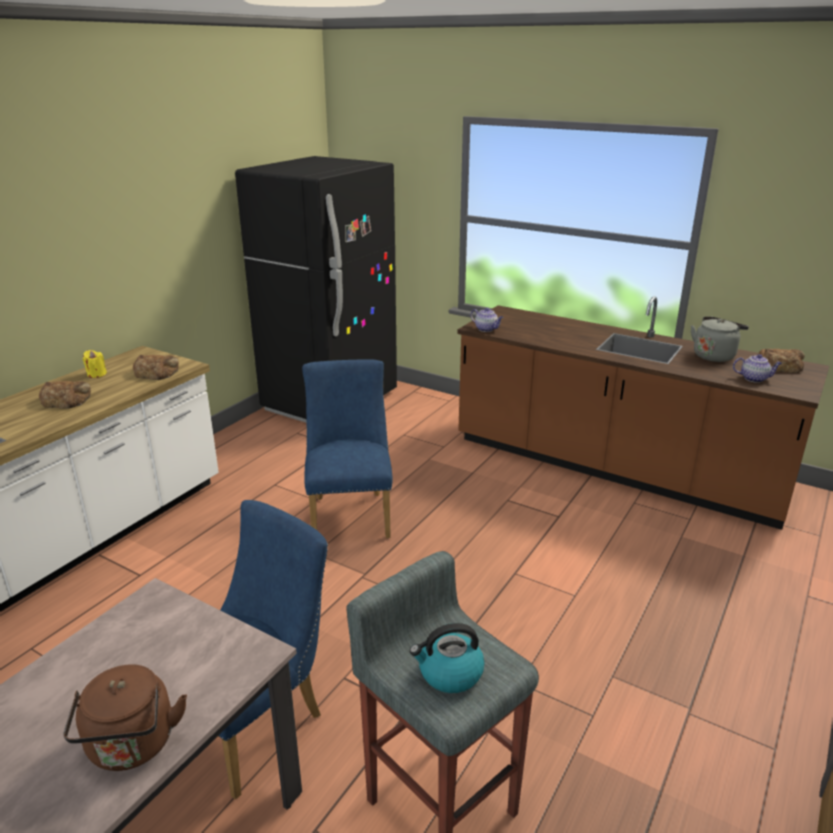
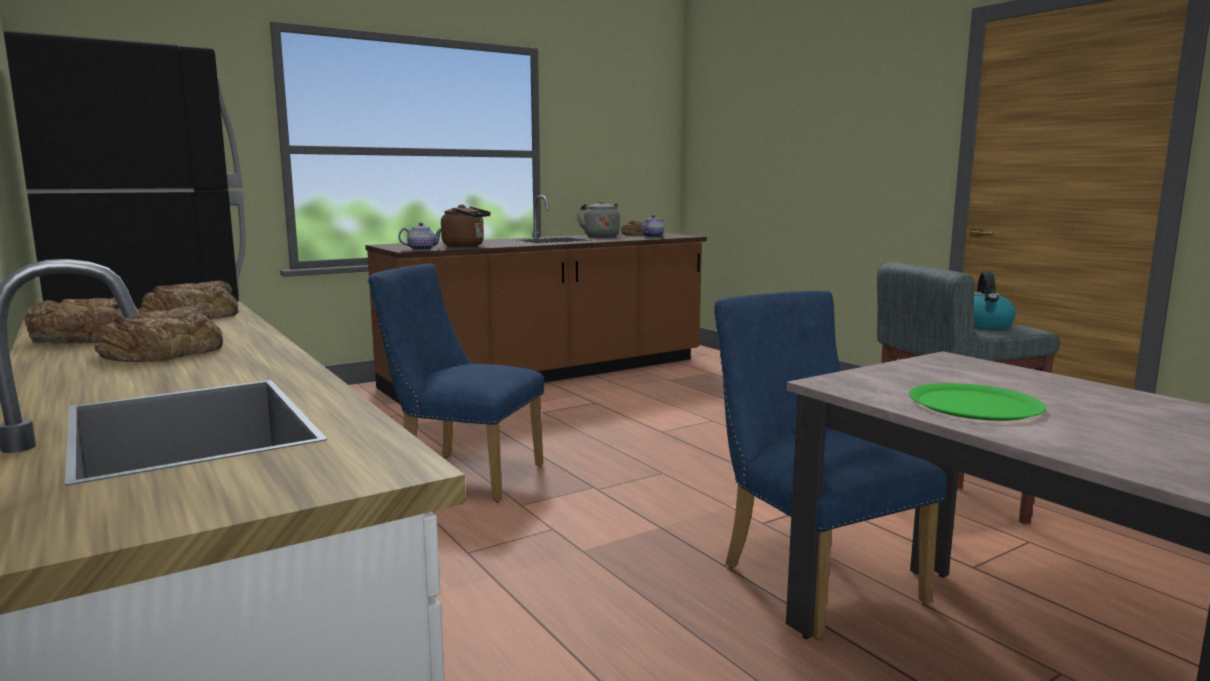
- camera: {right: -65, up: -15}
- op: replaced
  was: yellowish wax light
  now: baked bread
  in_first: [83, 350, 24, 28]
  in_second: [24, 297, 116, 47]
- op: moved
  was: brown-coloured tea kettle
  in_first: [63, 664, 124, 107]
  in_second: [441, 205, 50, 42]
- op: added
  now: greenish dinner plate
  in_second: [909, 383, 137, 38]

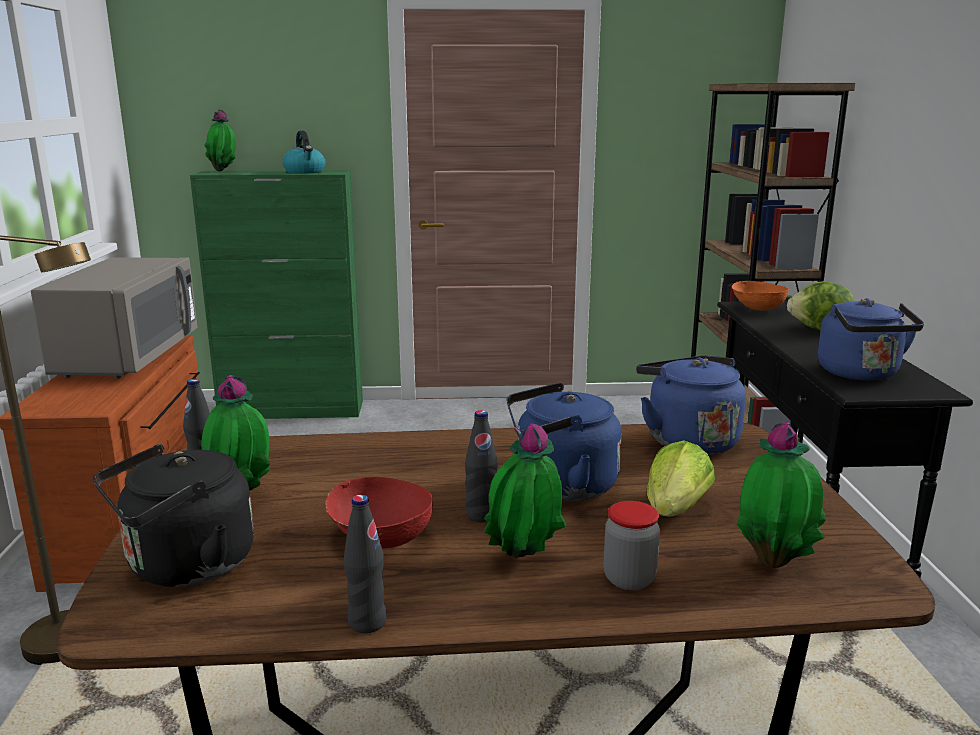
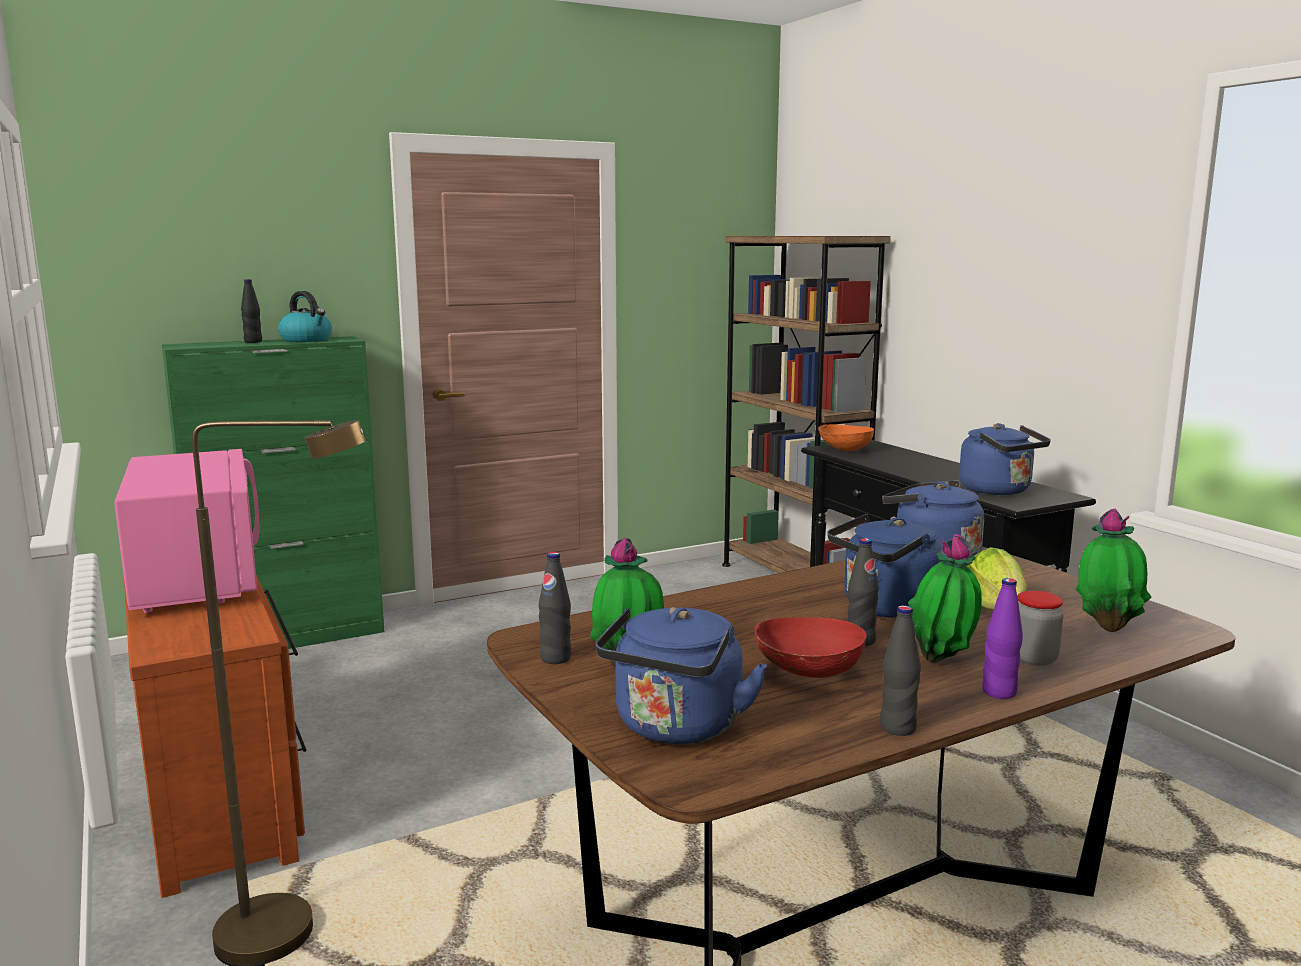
- camera: {right: -25, up: -5}
- op: removed
  was: potted plant
  in_first: [204, 109, 32, 62]
- op: recoloured
  was: grey kitchen microwave
  now: pink-coloured kitchen microwave
  in_first: [31, 257, 167, 122]
  in_second: [114, 449, 145, 164]
- op: removed
  was: head of lettuce
  in_first: [787, 282, 67, 48]
- op: recoloured
  was: black-coloured tea kettle
  now: blue tea kettle
  in_first: [93, 444, 161, 143]
  in_second: [595, 607, 173, 137]
- op: added
  now: black-coloured drink bottle
  in_second: [241, 279, 21, 64]
- op: added
  now: purplish drink bottle
  in_second: [982, 578, 41, 121]

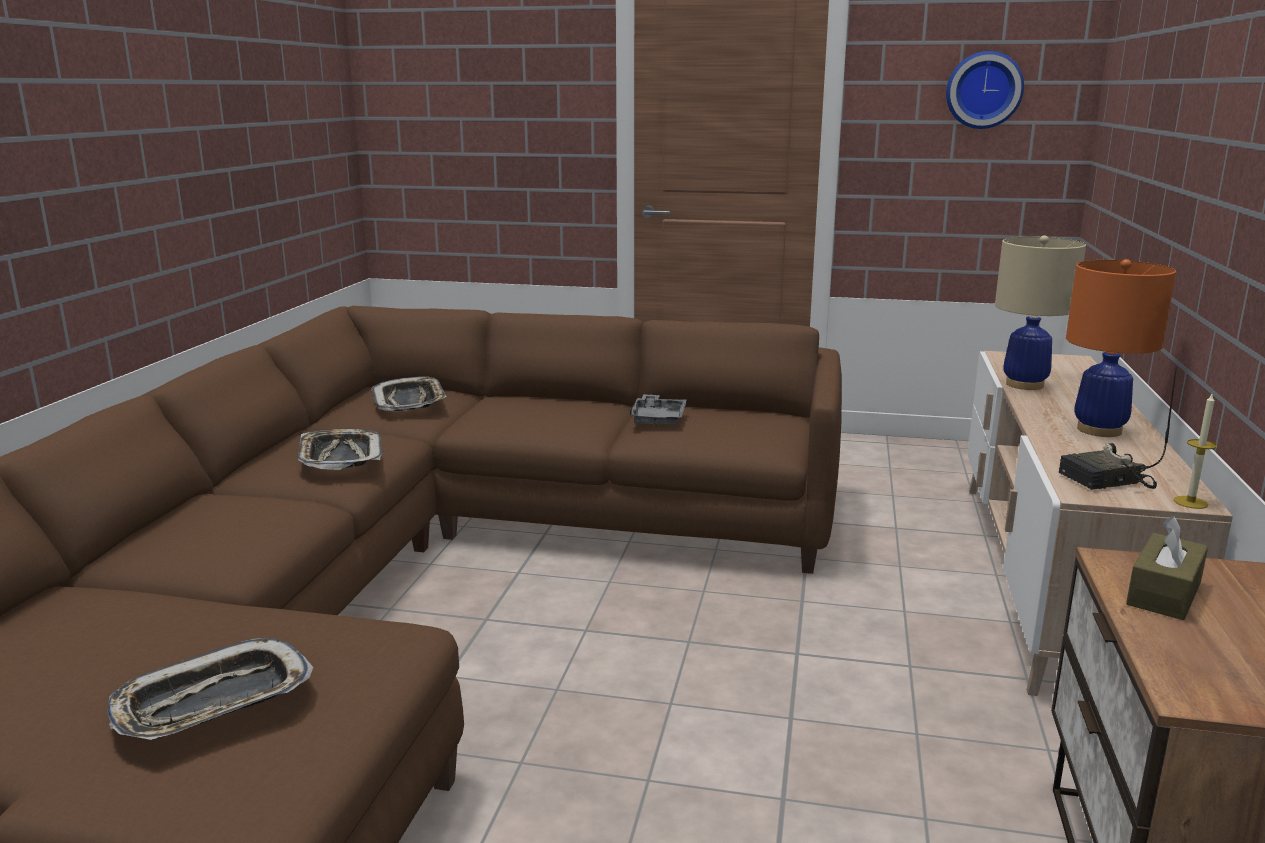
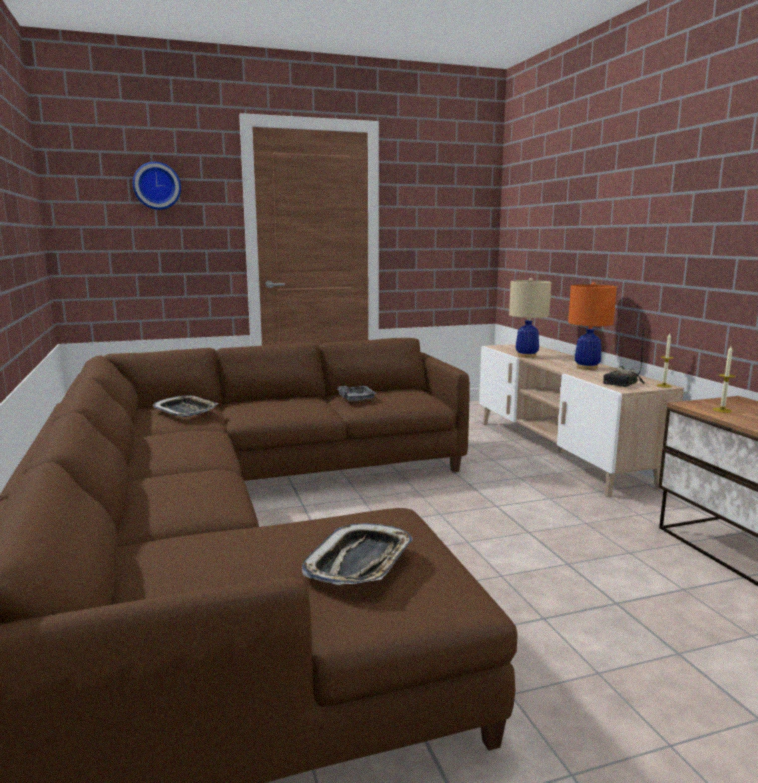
- camera: {right: -30, up: -5}
- op: moved
  was: hanging clock
  in_first: [946, 51, 78, 78]
  in_second: [133, 162, 48, 48]
- op: removed
  was: carrying tray
  in_first: [298, 429, 84, 41]
- op: replaced
  was: brown-coloured box of tissues
  now: wax light
  in_first: [1126, 516, 82, 104]
  in_second: [713, 346, 23, 67]

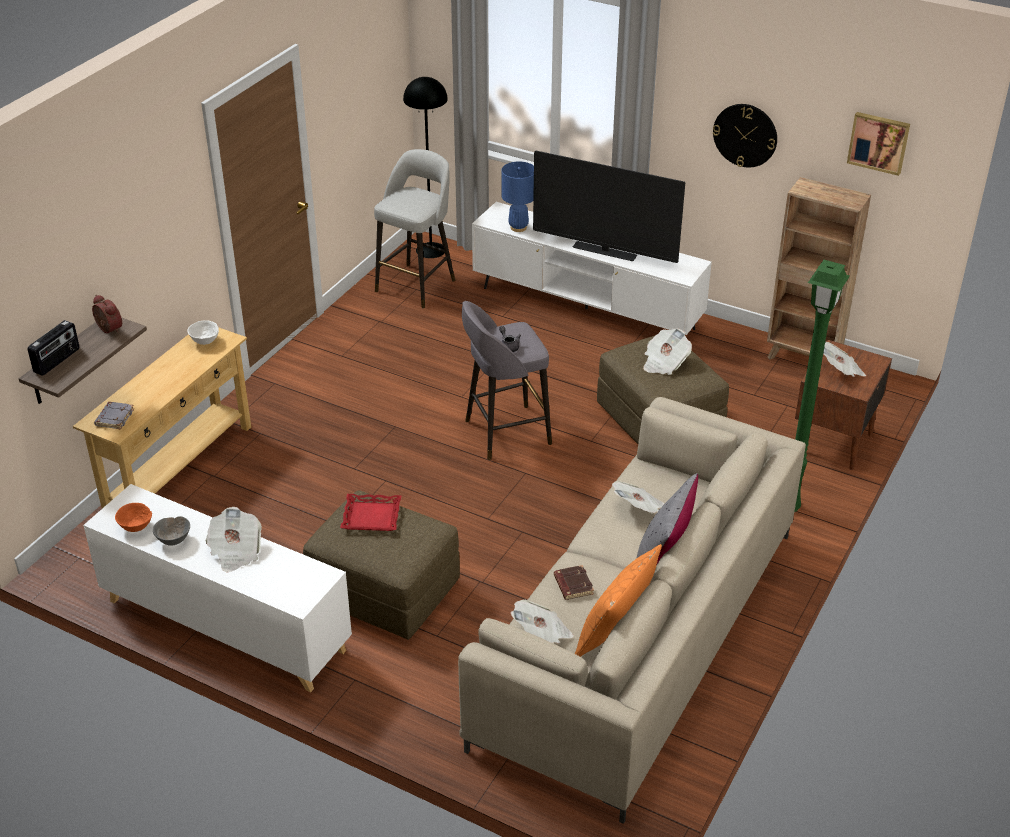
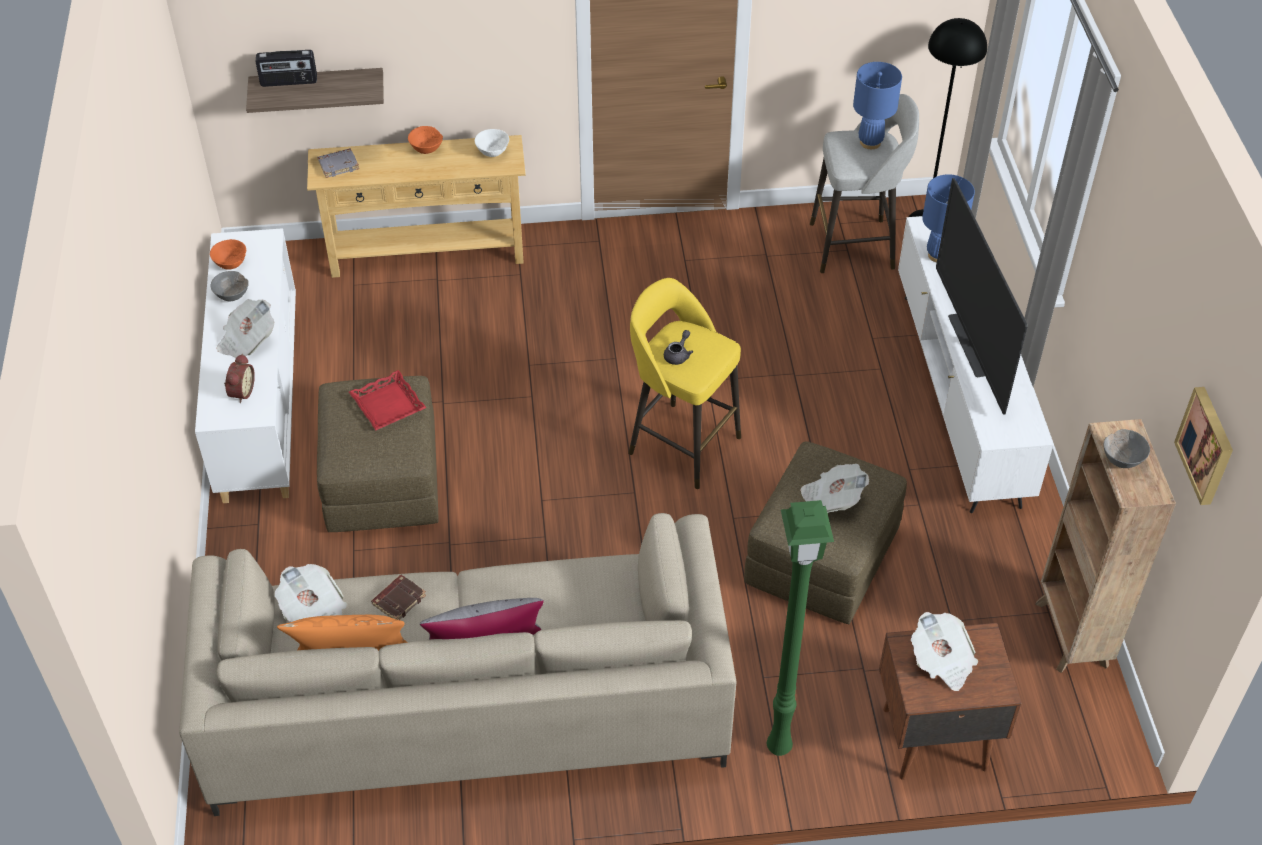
- camera: {right: 55, up: 10}
- op: removed
  was: hanging clock
  in_first: [713, 104, 64, 63]
- op: moved
  was: table clock
  in_first: [92, 295, 30, 38]
  in_second: [224, 354, 31, 49]
- op: recoloured
  was: grey sitting stool
  now: yellowish sitting stool
  in_first: [462, 301, 90, 159]
  in_second: [628, 278, 113, 211]
- op: removed
  was: newspaper
  in_first: [612, 481, 53, 33]
- op: added
  now: blue table lamp
  in_second: [853, 62, 49, 87]
- op: added
  now: orangey serving bowl
  in_second: [408, 126, 35, 28]
- op: added
  now: grey serving bowl
  in_second: [1103, 429, 47, 39]

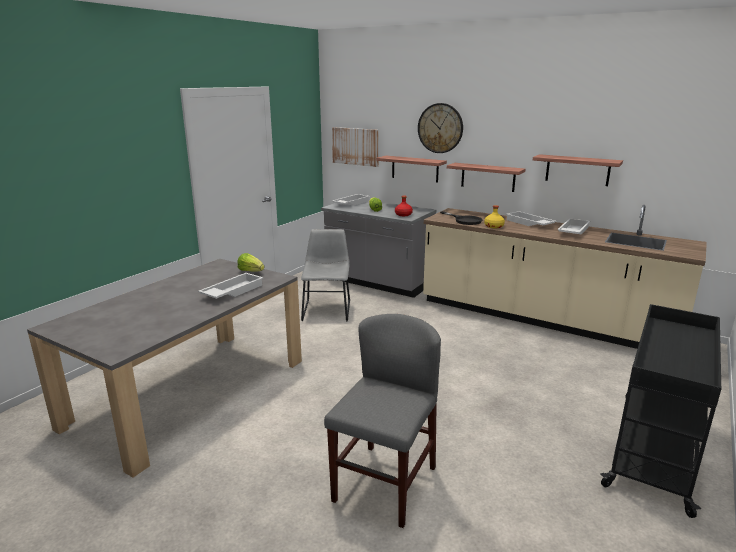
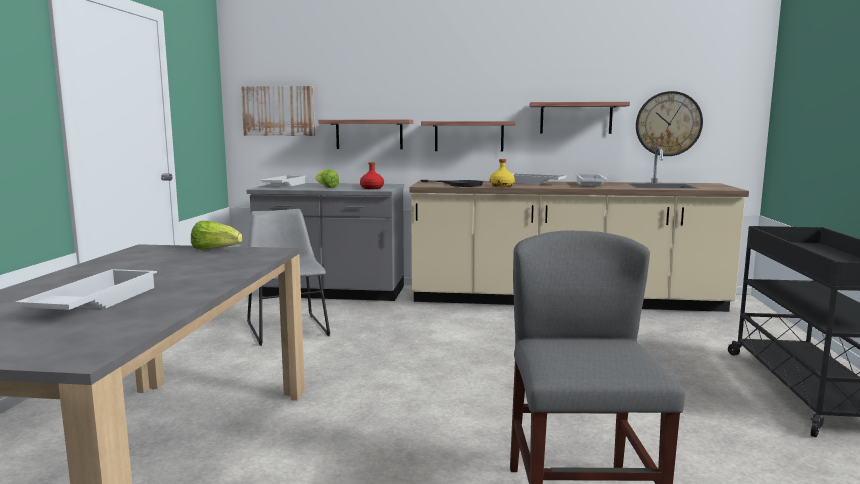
- camera: {right: -25, up: -10}
- op: moved
  was: hanging clock
  in_first: [418, 103, 45, 50]
  in_second: [636, 91, 67, 65]
- op: moved
  was: white carrying tray
  in_first: [198, 273, 65, 26]
  in_second: [15, 269, 142, 41]

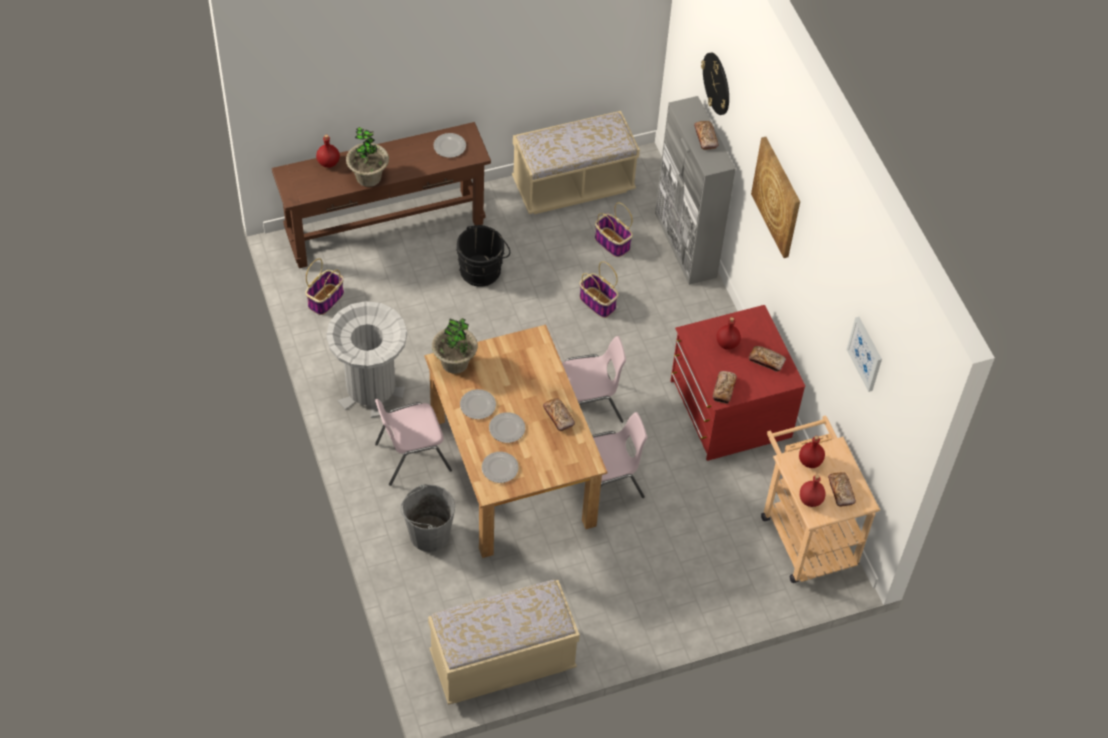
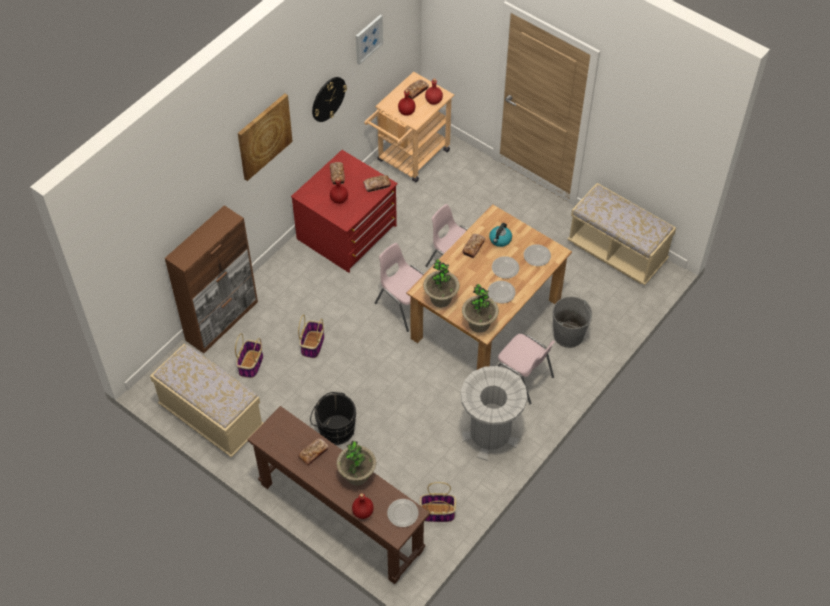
- camera: {right: -120, up: 0}
- op: moved
  was: hanging clock
  in_first: [701, 53, 28, 62]
  in_second: [312, 77, 35, 45]
- op: recoloured
  was: grey cabinet
  now: brown-coloured cabinet
  in_first: [655, 96, 81, 189]
  in_second: [165, 205, 93, 148]
- op: moved
  was: baked bread
  in_first: [694, 121, 25, 29]
  in_second: [298, 438, 31, 28]
- op: moved
  was: dinner plate
  in_first: [433, 133, 33, 25]
  in_second: [387, 499, 31, 28]
- op: added
  now: tea kettle
  in_second: [489, 223, 23, 24]
- op: added
  now: potted plant
  in_second: [423, 259, 37, 48]

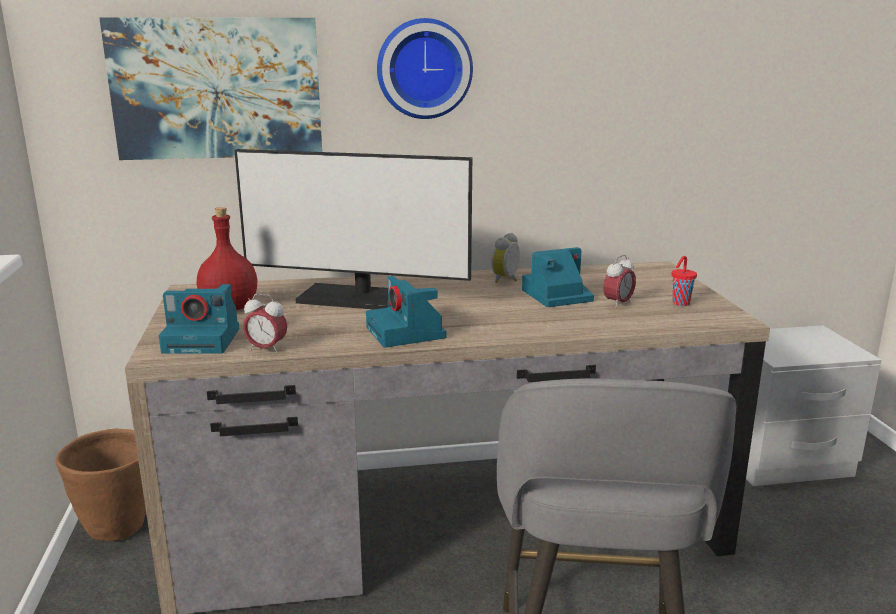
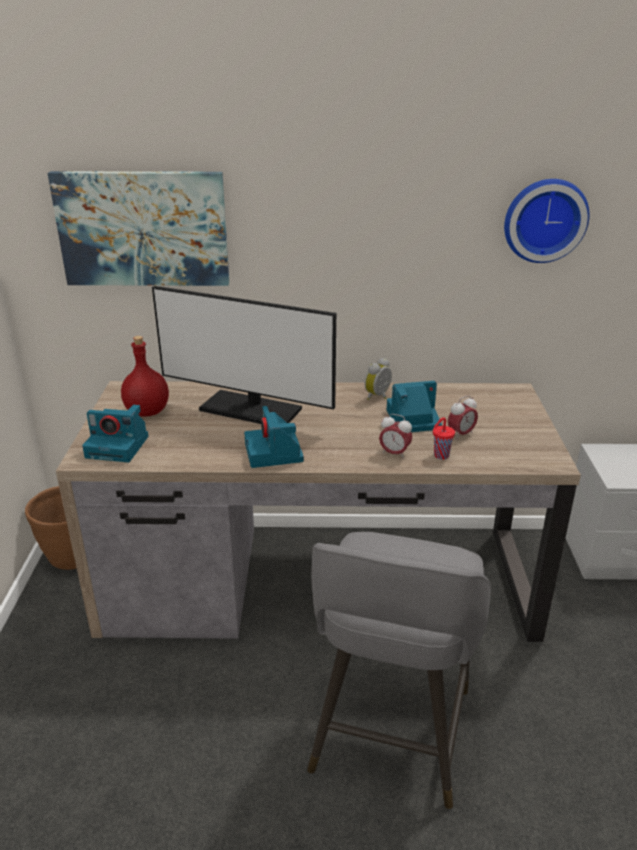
- camera: {right: 10, up: 10}
- op: moved
  was: hanging clock
  in_first: [377, 18, 96, 101]
  in_second: [504, 179, 86, 84]
- op: moved
  was: red drinking cup
  in_first: [672, 256, 25, 50]
  in_second: [433, 417, 22, 43]
- op: moved
  was: table clock
  in_first: [243, 294, 44, 60]
  in_second: [379, 414, 33, 45]

